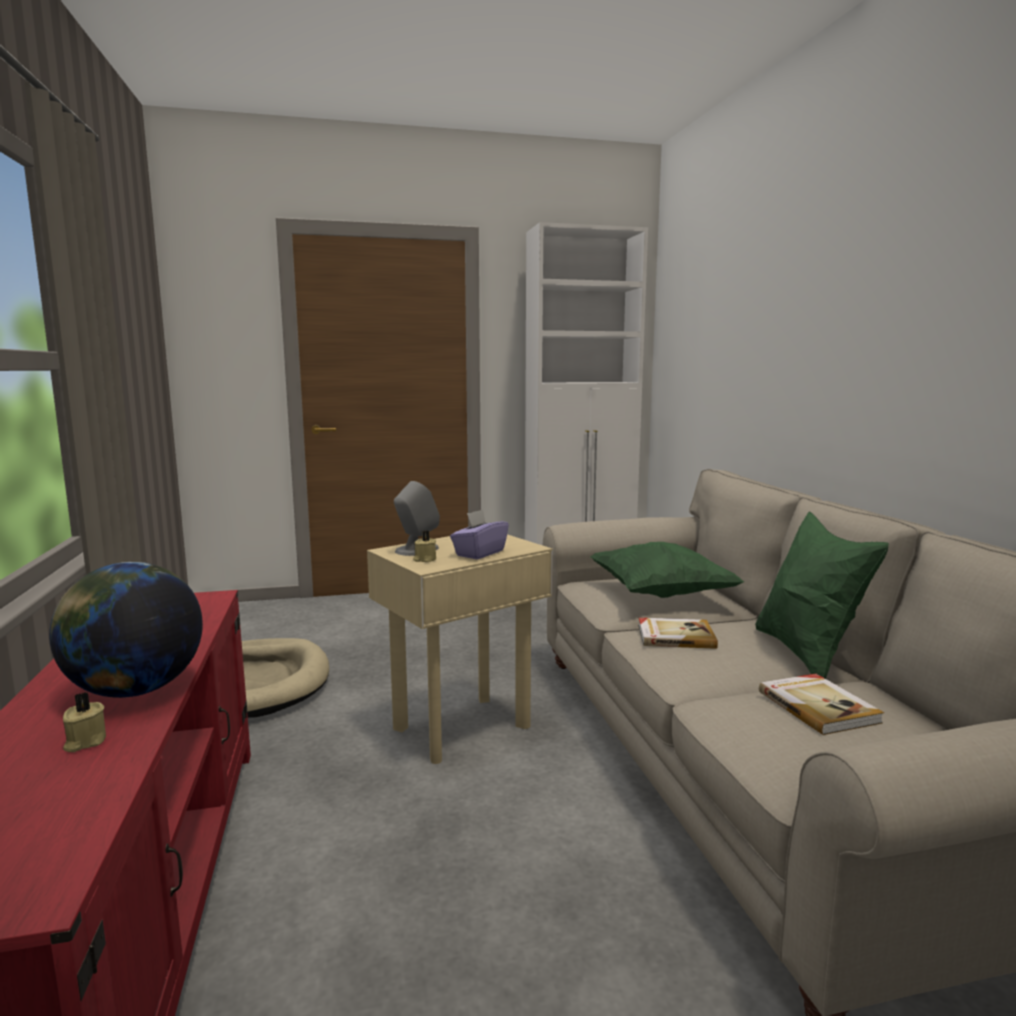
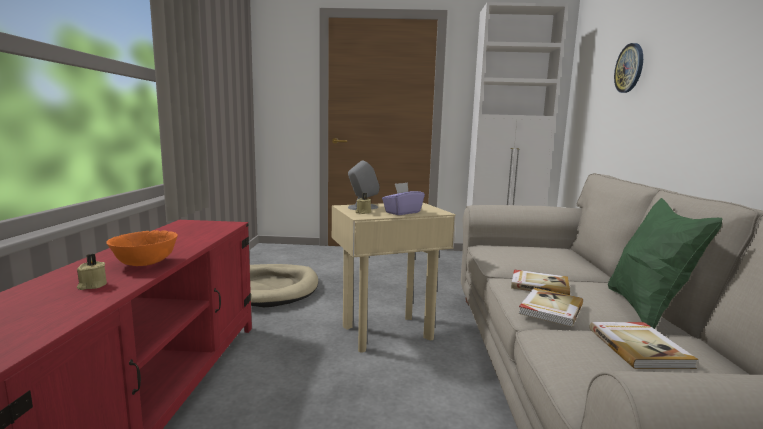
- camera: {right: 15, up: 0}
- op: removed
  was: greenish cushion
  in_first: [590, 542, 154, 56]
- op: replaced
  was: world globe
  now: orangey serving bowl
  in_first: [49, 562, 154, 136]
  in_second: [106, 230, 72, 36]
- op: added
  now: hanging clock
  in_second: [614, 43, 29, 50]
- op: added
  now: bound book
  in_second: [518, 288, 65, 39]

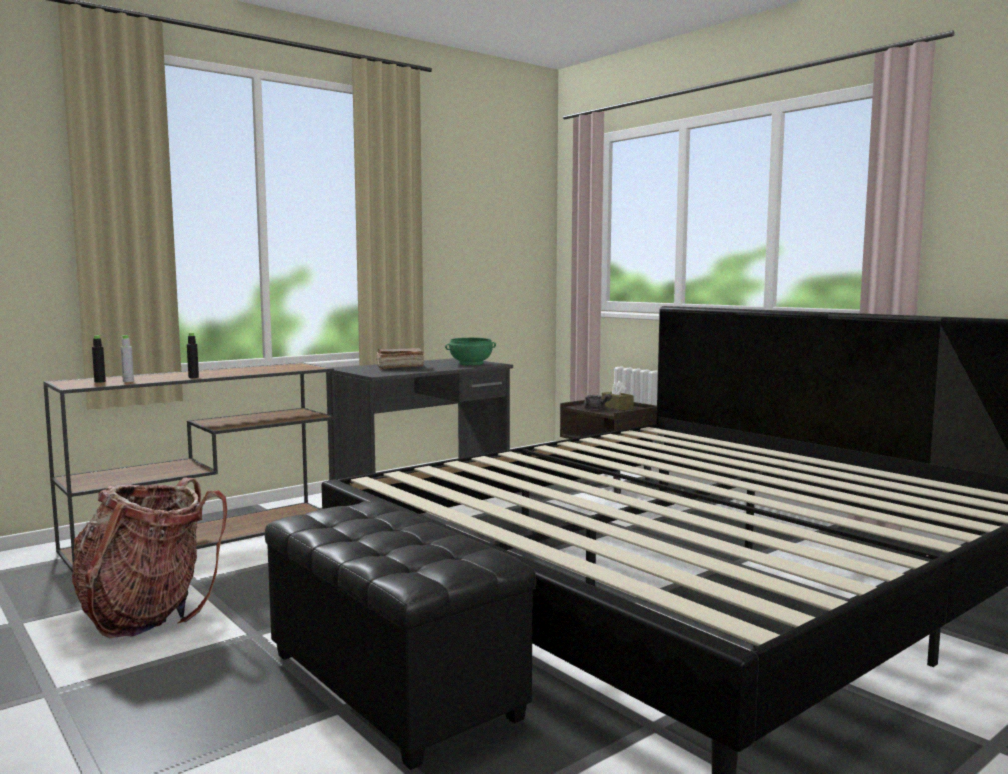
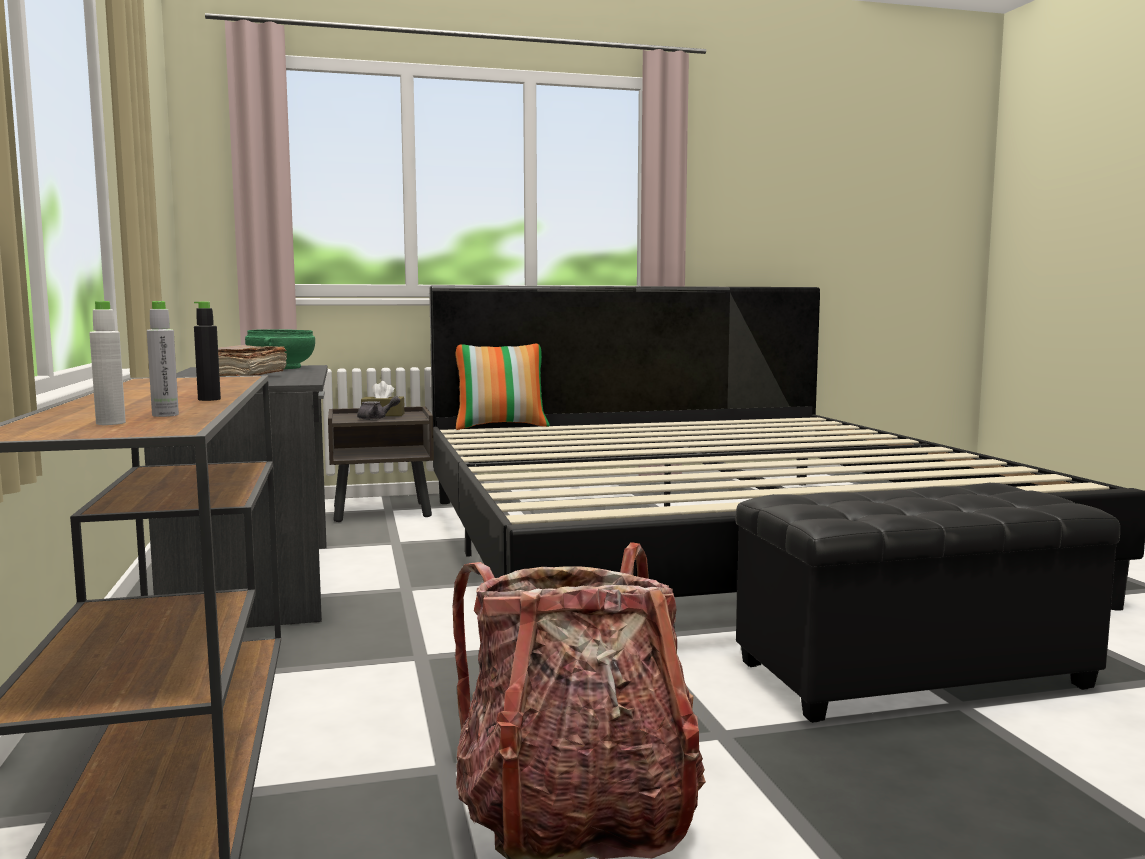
- camera: {right: -65, up: 0}
- op: recoloured
  was: black-coloured drink bottle
  now: white drink bottle
  in_first: [92, 335, 14, 48]
  in_second: [89, 301, 37, 124]
- op: added
  now: cushion
  in_second: [455, 344, 95, 86]

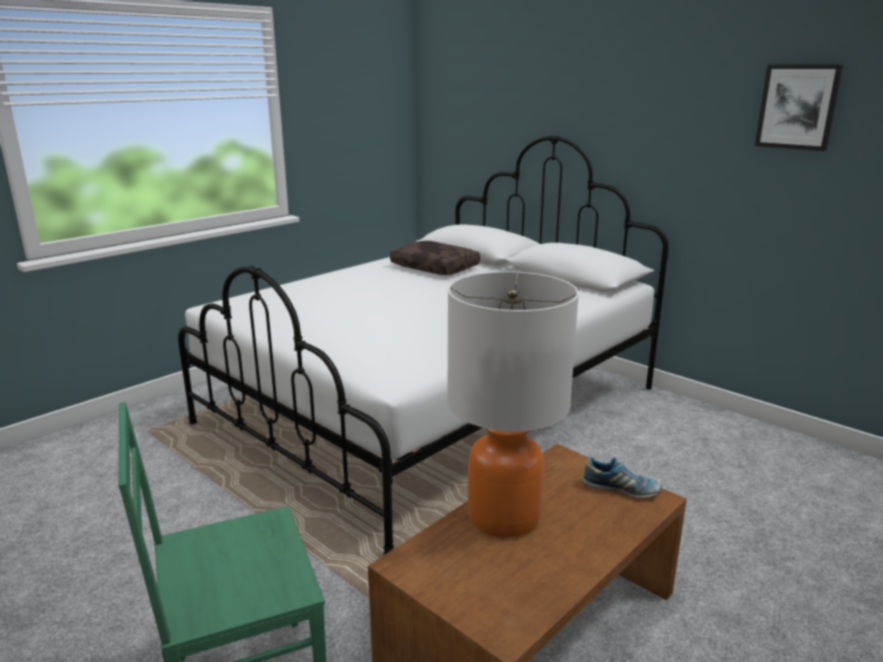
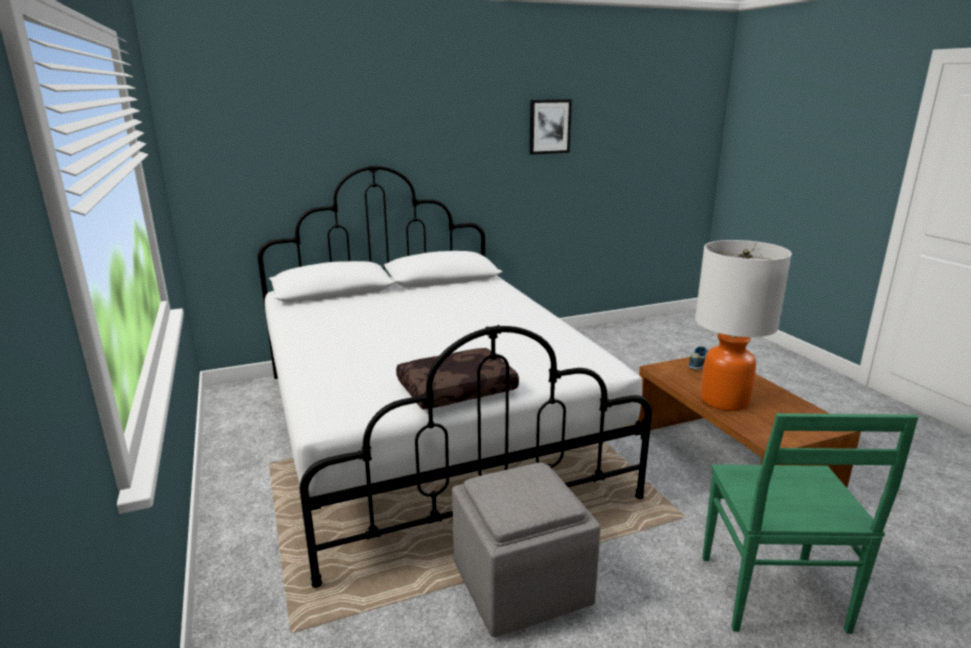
- camera: {right: -65, up: 0}
- op: moved
  was: brown-coloured cushion
  in_first: [390, 241, 90, 34]
  in_second: [396, 348, 123, 62]
- op: added
  now: grey ottoman
  in_second: [452, 463, 149, 174]

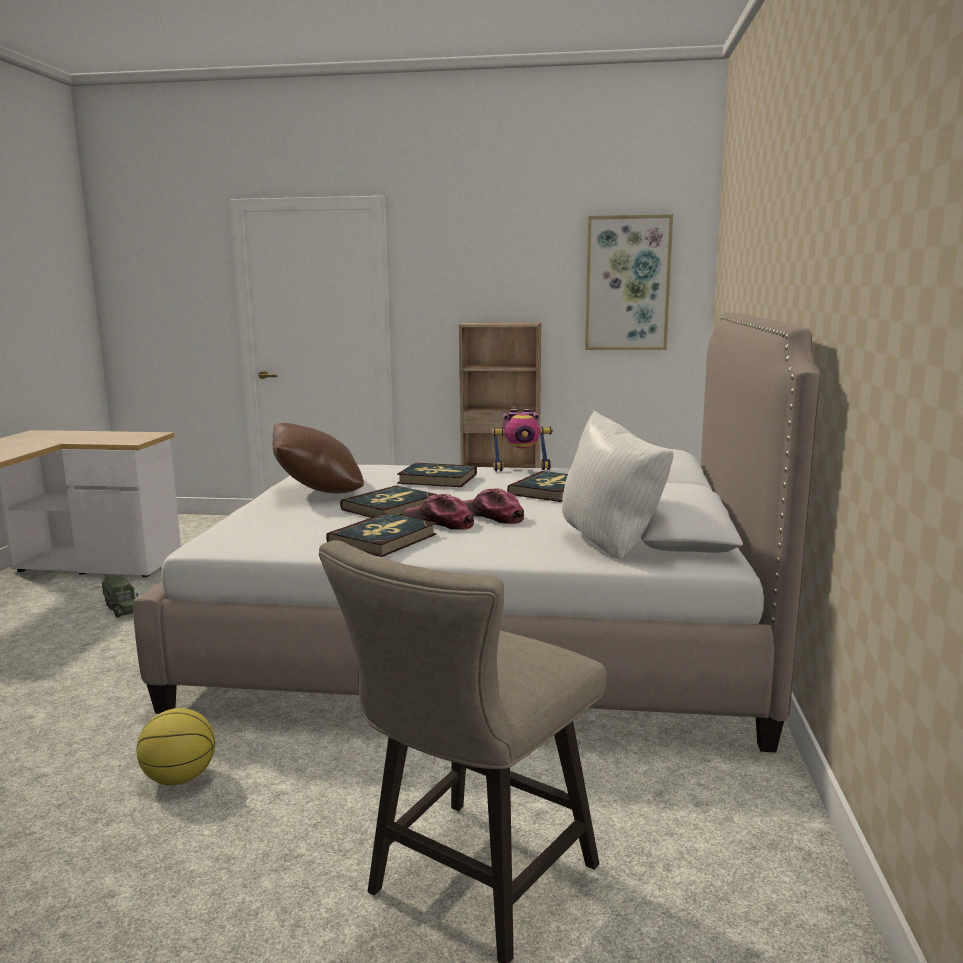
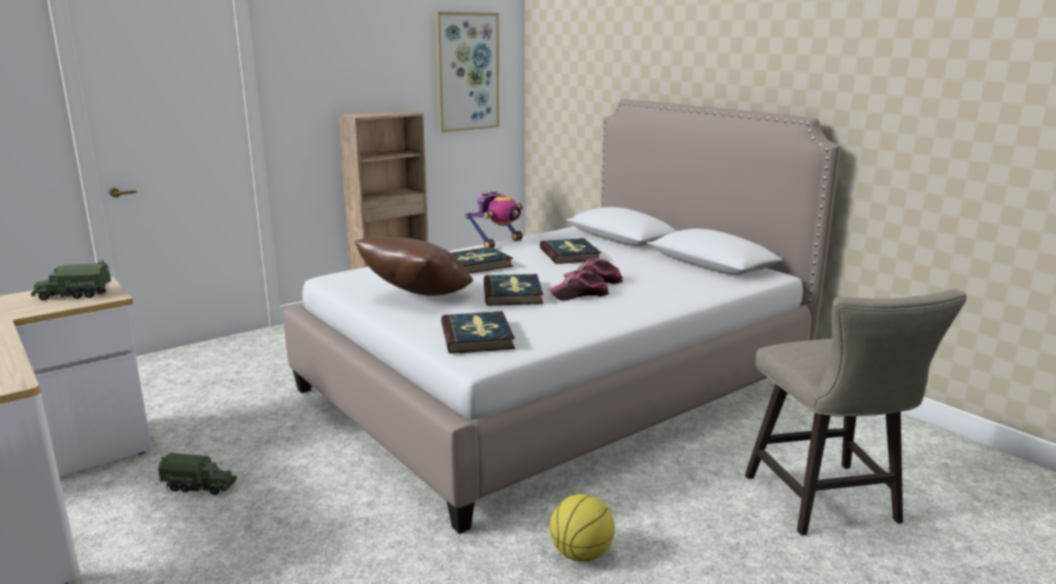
- camera: {right: -45, up: 5}
- op: removed
  was: white cushion
  in_first: [562, 410, 112, 150]
- op: moved
  was: bound book
  in_first: [326, 513, 111, 44]
  in_second: [441, 311, 74, 43]
- op: added
  now: toy truck
  in_second: [31, 259, 80, 41]

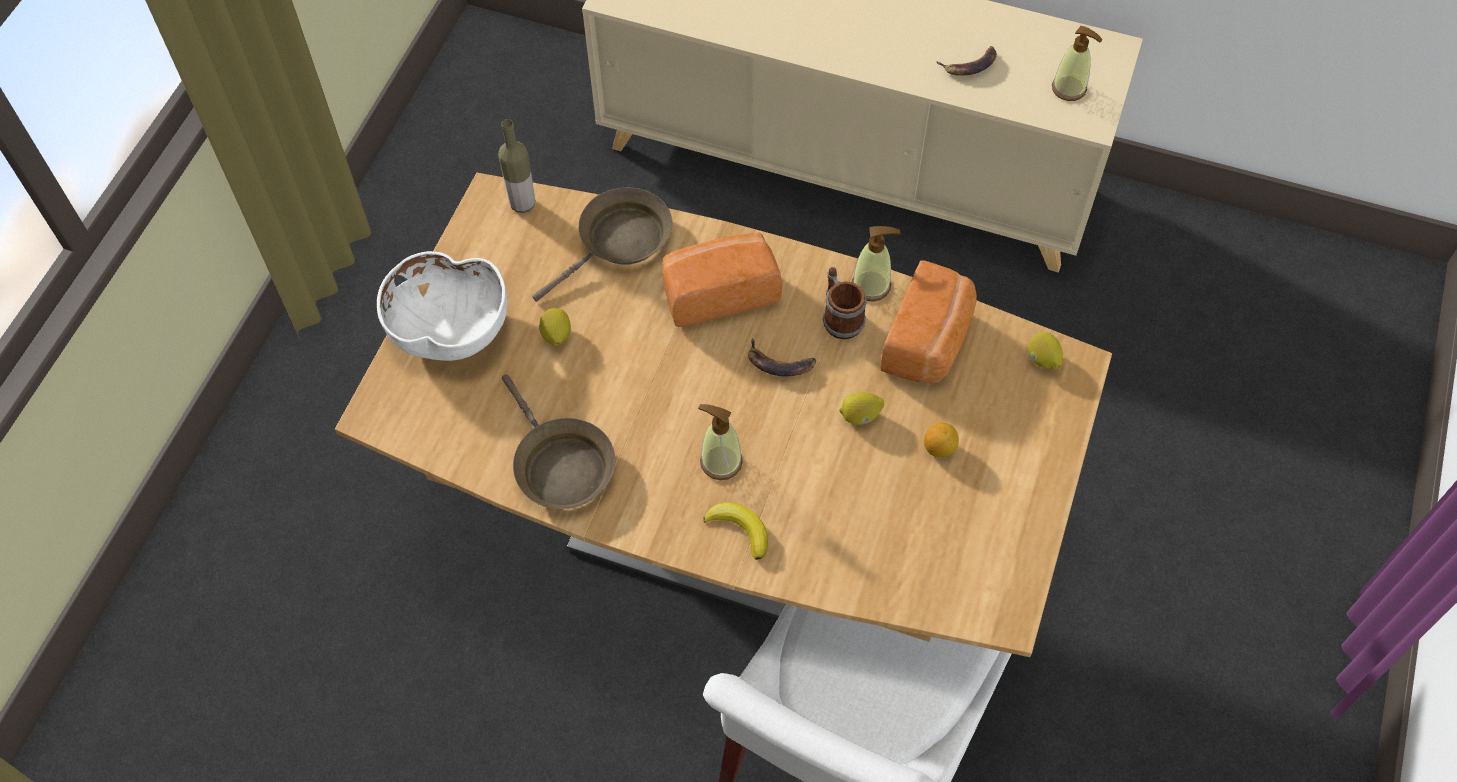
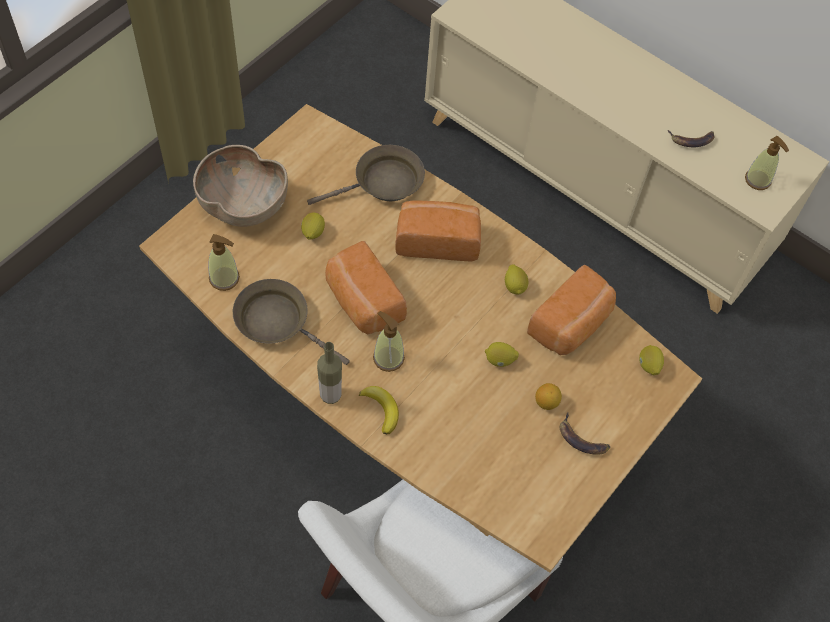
- camera: {right: 15, up: 0}
- op: moved
  was: drink bottle
  in_first: [498, 119, 37, 94]
  in_second: [317, 342, 25, 62]
- op: moved
  was: soap bottle
  in_first: [852, 226, 48, 76]
  in_second: [208, 234, 32, 57]
- op: recoloured
  was: white serving bowl
  now: brown-coloured serving bowl
  in_first: [377, 251, 130, 110]
  in_second: [193, 145, 95, 82]
- op: replaced
  was: tea mug
  now: citrus fruit
  in_first: [823, 267, 44, 72]
  in_second: [505, 264, 23, 31]
- op: moved
  was: whole banana
  in_first: [748, 338, 68, 38]
  in_second: [560, 412, 50, 43]
- op: turned
  was: brown-coloured pan
  in_first: [502, 374, 113, 135]
  in_second: [233, 279, 117, 86]
  clockwise: 135
- op: added
  now: baked bread
  in_second: [325, 241, 82, 93]

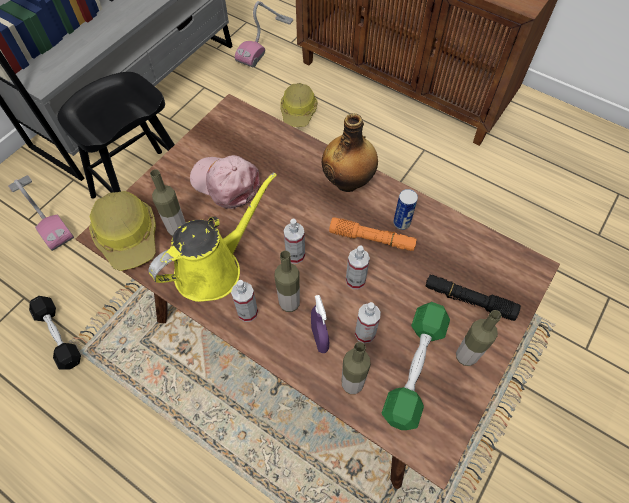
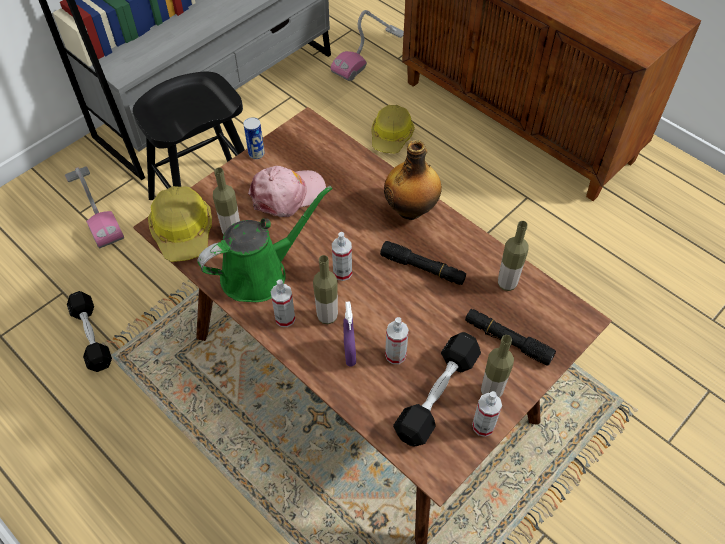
- camera: {right: 10, up: -5}
- op: turned
  was: pink-coloured baseball cap
  in_first: [190, 155, 70, 54]
  in_second: [248, 166, 78, 51]
  clockwise: 105
- op: recoloured
  was: yellowish watering pot
  now: greenish watering pot
  in_first: [148, 172, 129, 130]
  in_second: [198, 186, 135, 116]
- op: moved
  was: can
  in_first: [393, 189, 25, 41]
  in_second: [243, 117, 22, 42]
- op: recoloured
  was: orangey torch
  now: black-coloured torch
  in_first: [329, 217, 88, 34]
  in_second: [380, 241, 86, 44]
- op: moved
  was: spray bottle
  in_first: [346, 245, 24, 44]
  in_second: [472, 391, 30, 46]
- op: recoloured
  was: greenish hand weight
  now: black-coloured hand weight
  in_first: [382, 302, 68, 128]
  in_second: [393, 332, 88, 114]
- op: moved
  was: drink bottle
  in_first: [342, 342, 29, 52]
  in_second: [498, 221, 30, 70]

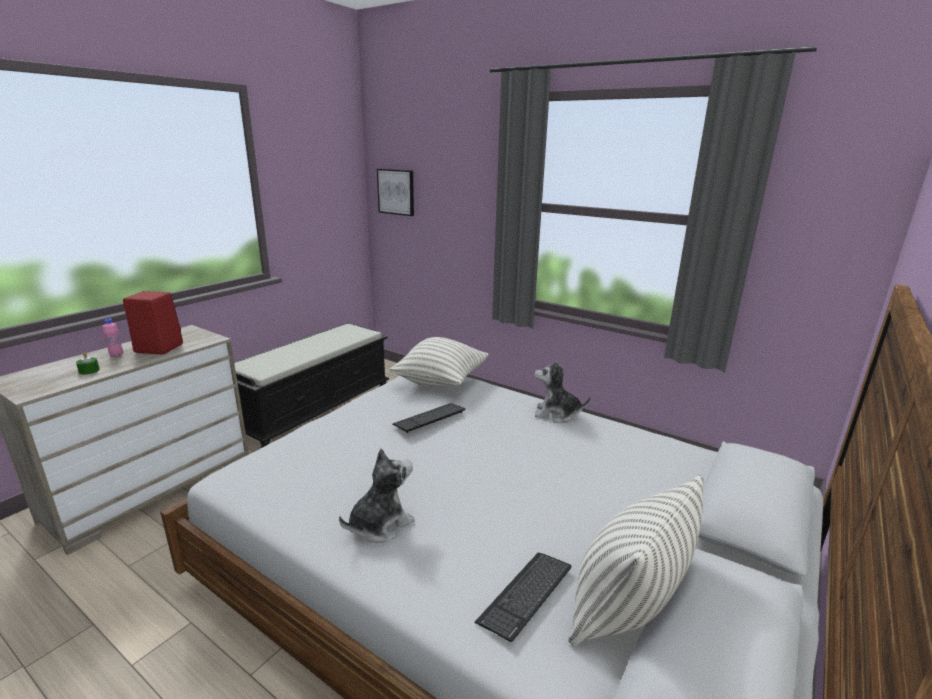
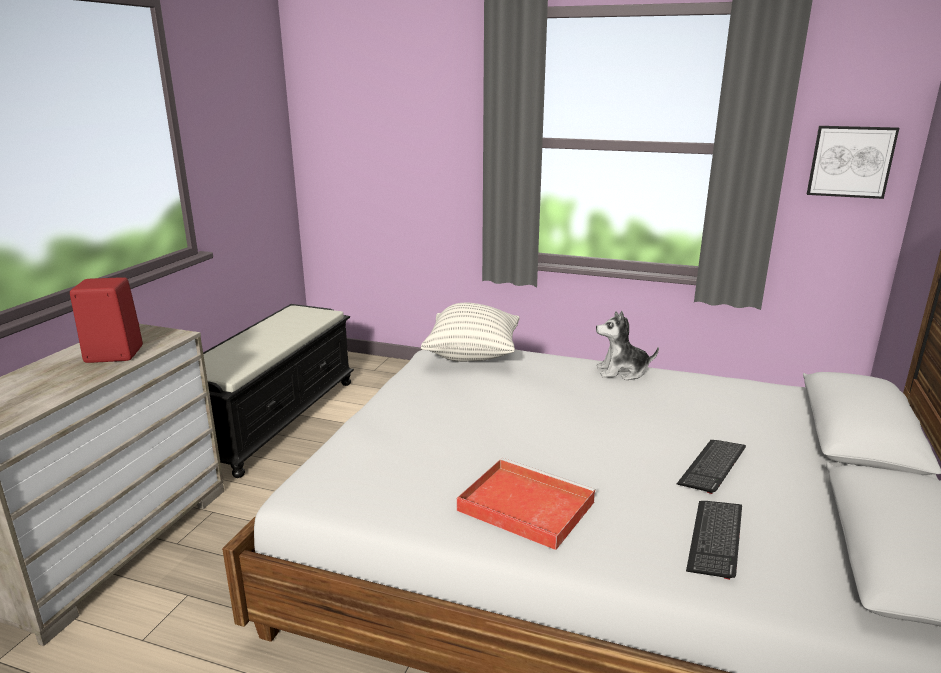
- camera: {right: -15, up: 0}
- op: moved
  was: picture
  in_first: [377, 169, 37, 47]
  in_second: [807, 126, 92, 73]
- op: removed
  was: pink-coloured drink bottle
  in_first: [102, 318, 21, 39]
- op: removed
  was: greenish wax light
  in_first: [76, 352, 24, 23]
- op: moved
  was: keyboard
  in_first: [393, 403, 72, 30]
  in_second: [677, 440, 69, 54]
- op: replaced
  was: plush toy
  now: red carrying tray
  in_first: [339, 448, 76, 95]
  in_second: [457, 458, 139, 92]
- op: removed
  was: cushion
  in_first: [568, 476, 136, 170]

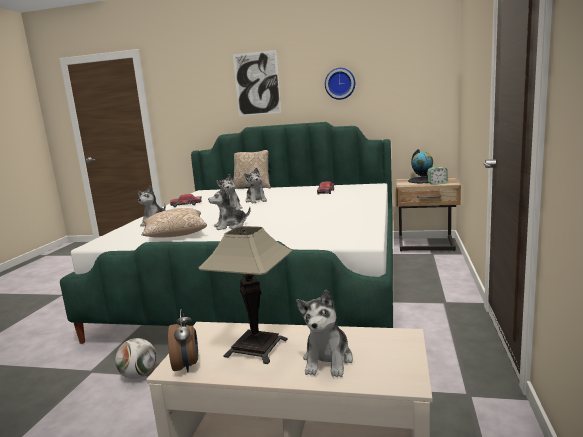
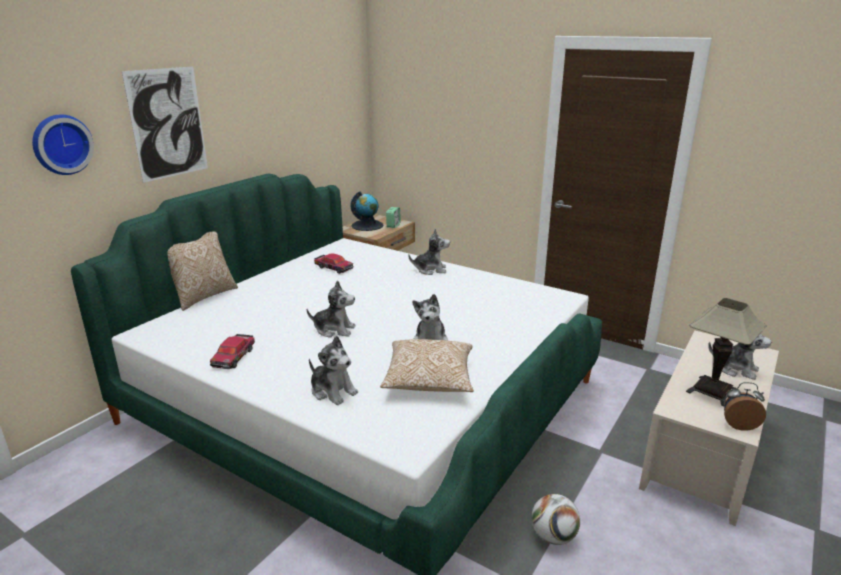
- camera: {right: -70, up: 10}
- op: moved
  was: hanging clock
  in_first: [325, 68, 30, 32]
  in_second: [32, 115, 62, 60]
- op: moved
  was: plush toy
  in_first: [244, 168, 23, 36]
  in_second: [408, 228, 42, 47]

